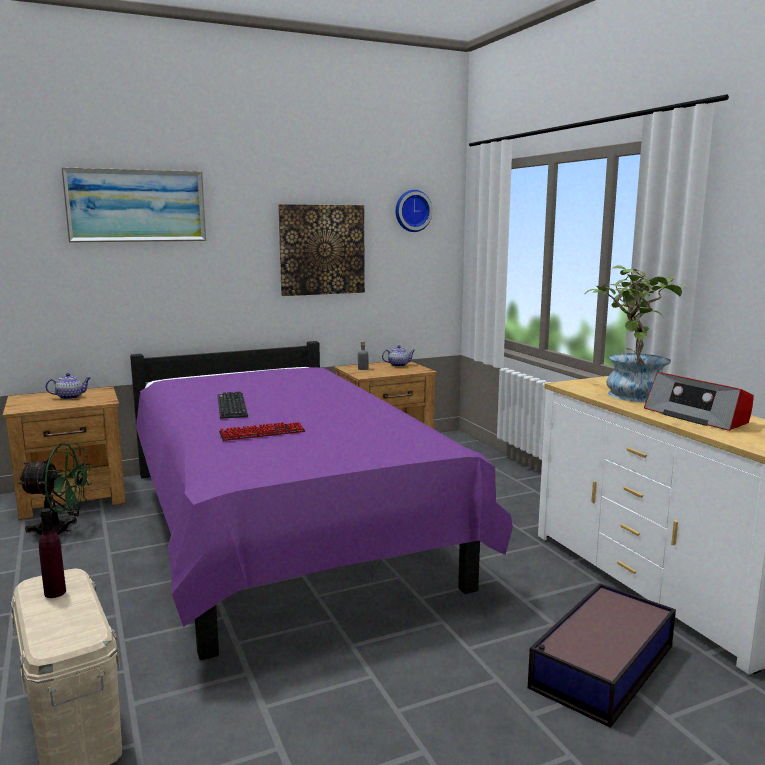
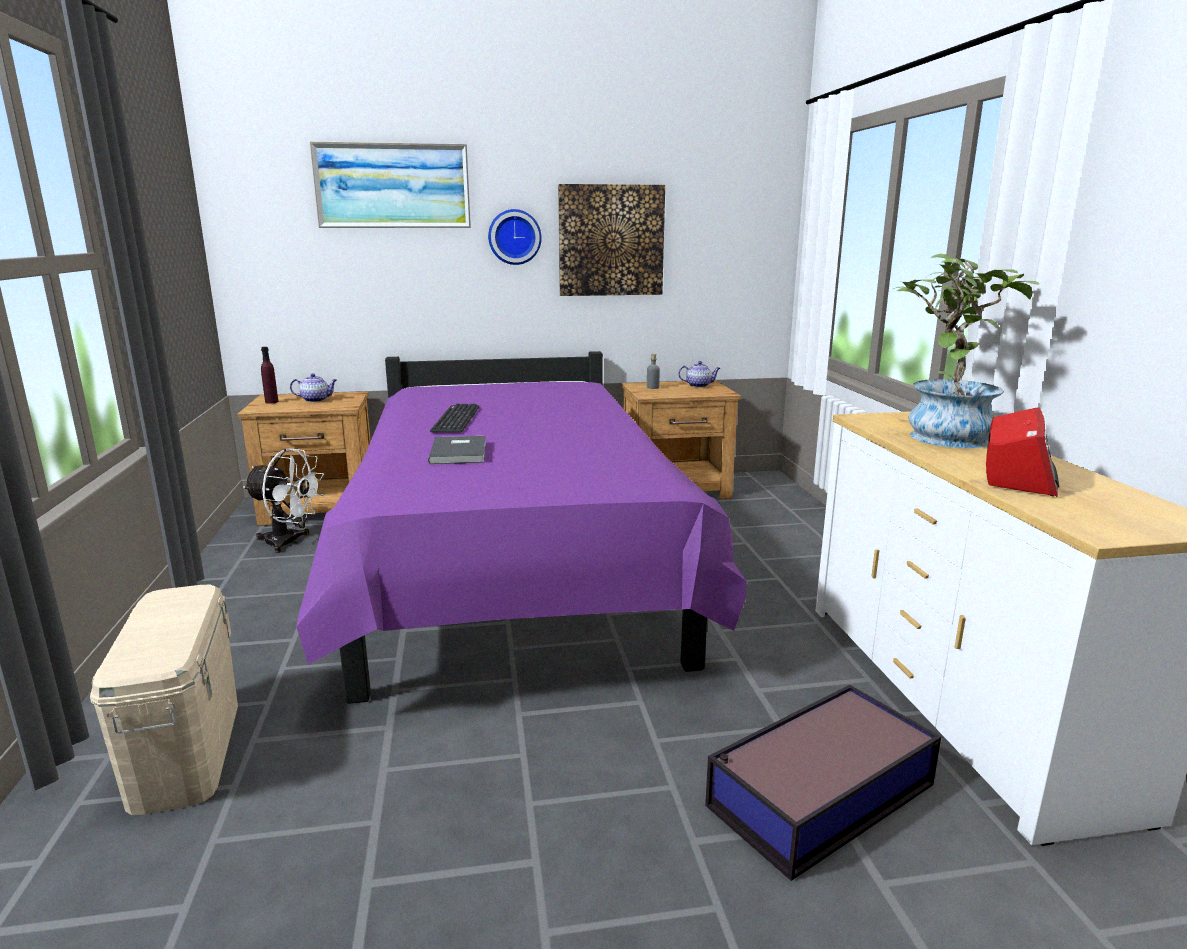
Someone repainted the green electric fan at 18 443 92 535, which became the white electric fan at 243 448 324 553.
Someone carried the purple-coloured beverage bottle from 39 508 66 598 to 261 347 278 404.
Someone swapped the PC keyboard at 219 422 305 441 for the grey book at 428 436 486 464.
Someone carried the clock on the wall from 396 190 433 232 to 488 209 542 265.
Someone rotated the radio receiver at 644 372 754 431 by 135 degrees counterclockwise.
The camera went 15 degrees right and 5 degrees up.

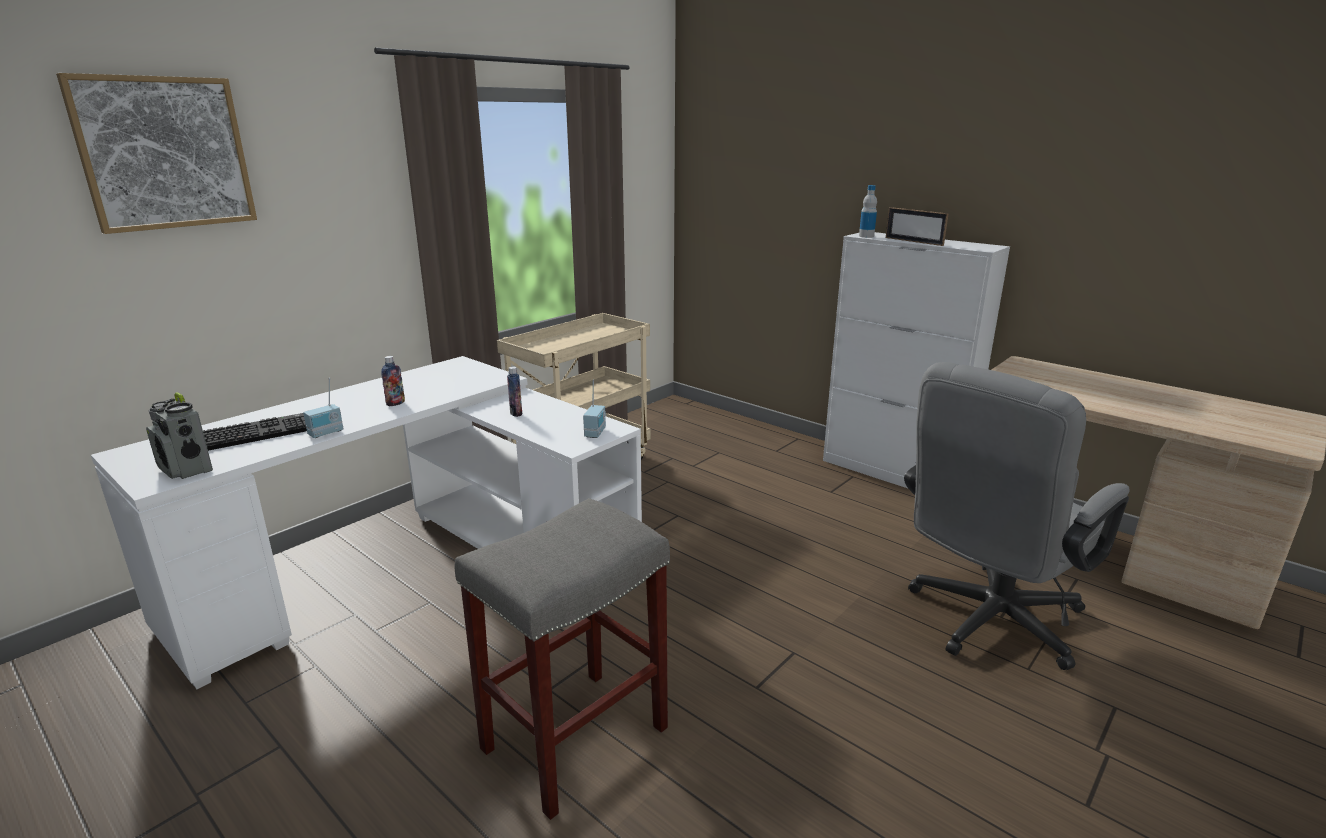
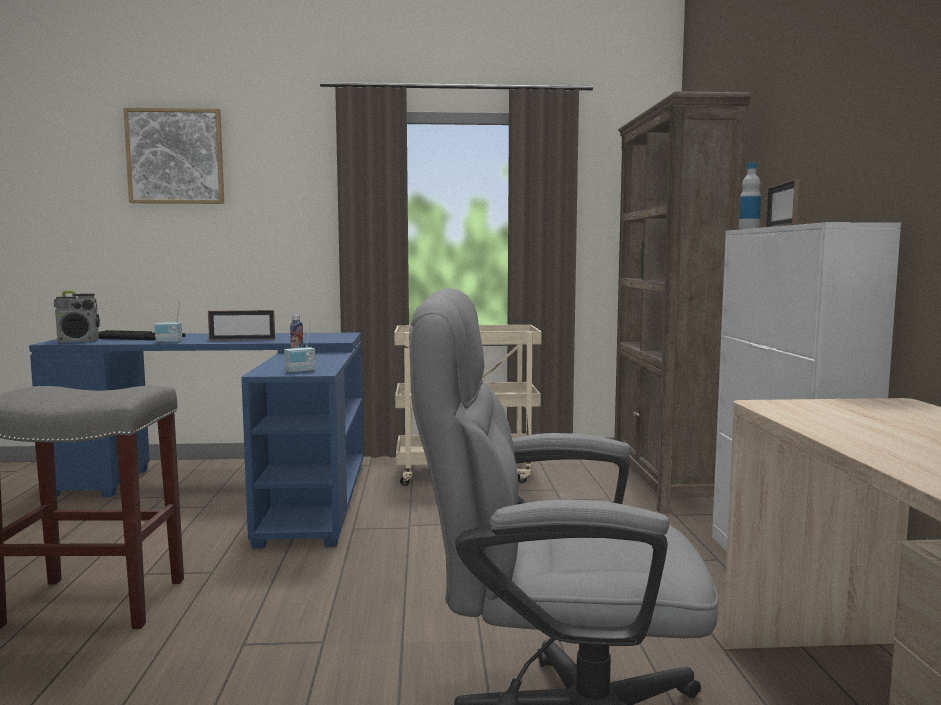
Someone repainted the white desk table at 91 356 642 689, which became the bluish desk table at 29 333 363 549.
Someone rotated the radio receiver at 146 392 213 479 by 105 degrees counterclockwise.
Someone swapped the beverage bottle at 381 356 405 406 for the picture frame at 208 310 275 341.
Someone put down the brown bookcase at 615 91 751 513.
The camera went 45 degrees right and 15 degrees down.

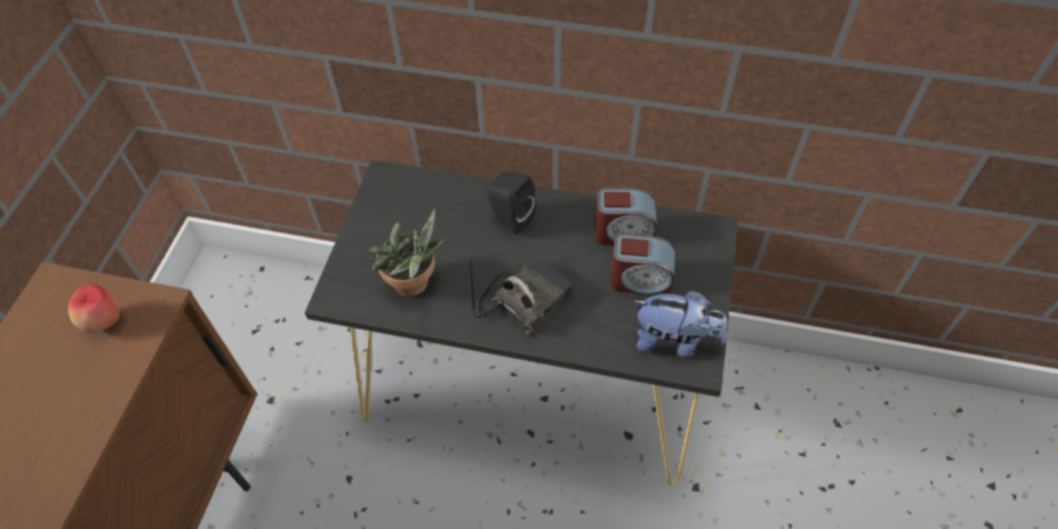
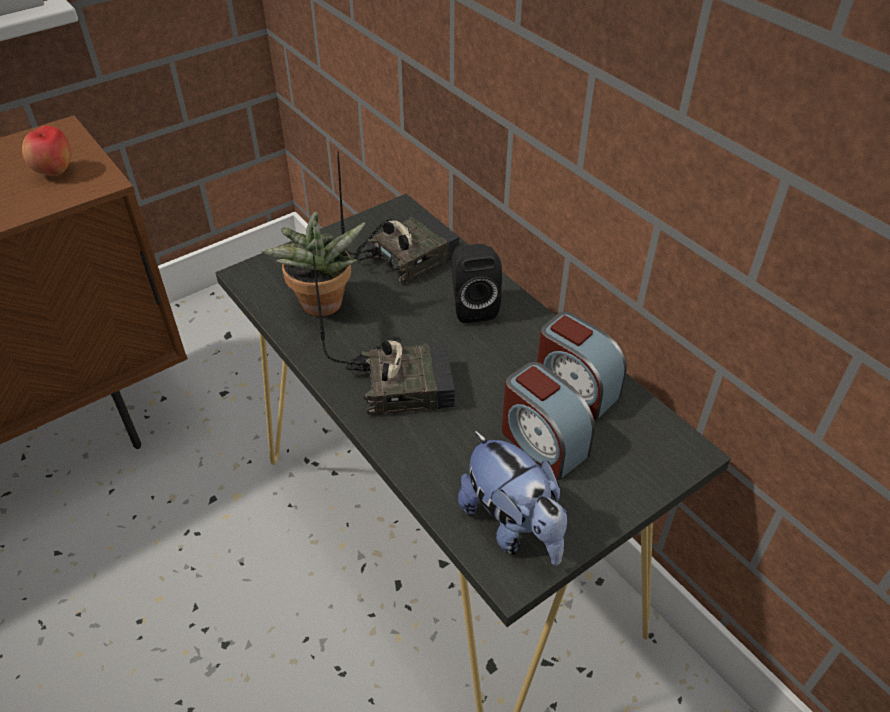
Someone put down the radio receiver at 338 152 460 283.
The camera went 40 degrees right and 10 degrees down.

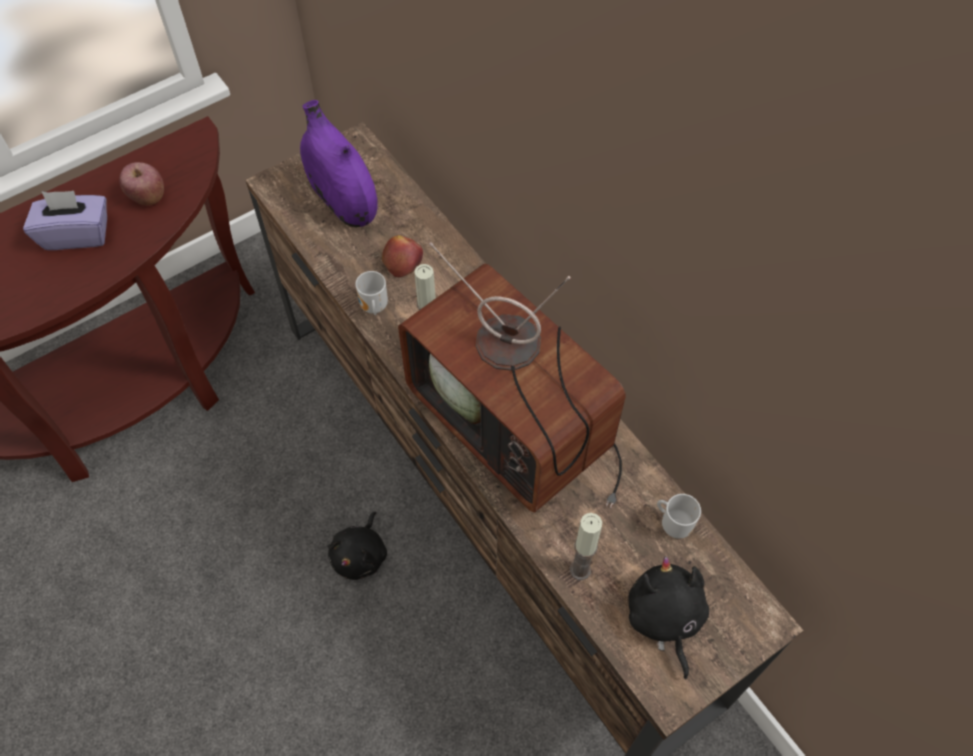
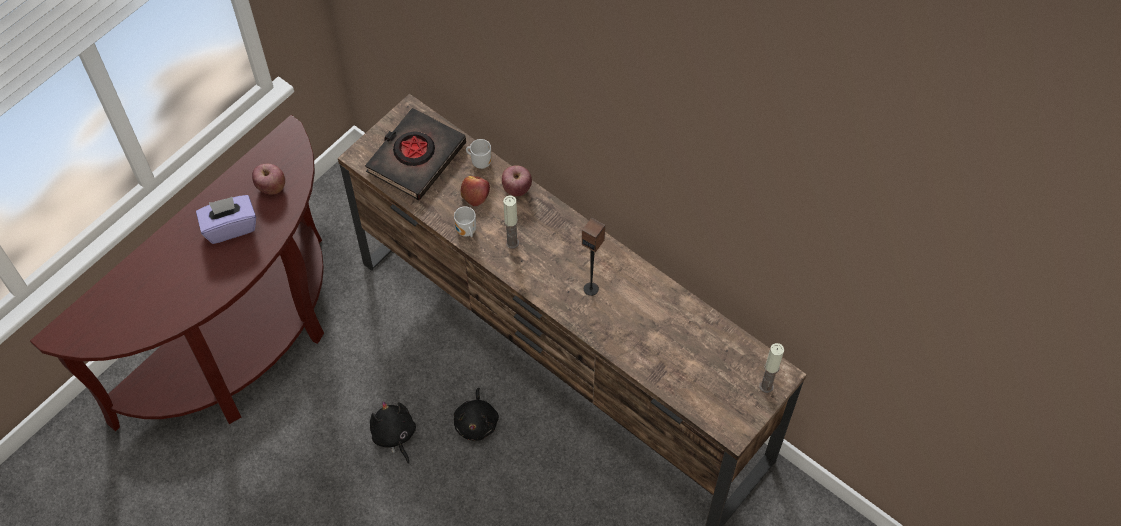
Someone swapped the purple-coloured decorative vase at 300 100 378 228 for the blackish book at 365 108 466 200.
Someone carried the blackish cuddly toy from 628 556 709 679 to 370 401 416 464.
Someone carried the tea mug from 657 494 701 539 to 466 139 492 169.
Someone put down the apple at 502 166 532 196.
Someone swapped the TV at 398 242 626 512 for the loudspeaker at 582 218 605 296.
Someone carried the wax candle from 570 513 602 580 to 759 343 784 393.
The camera went 15 degrees left and 0 degrees up.

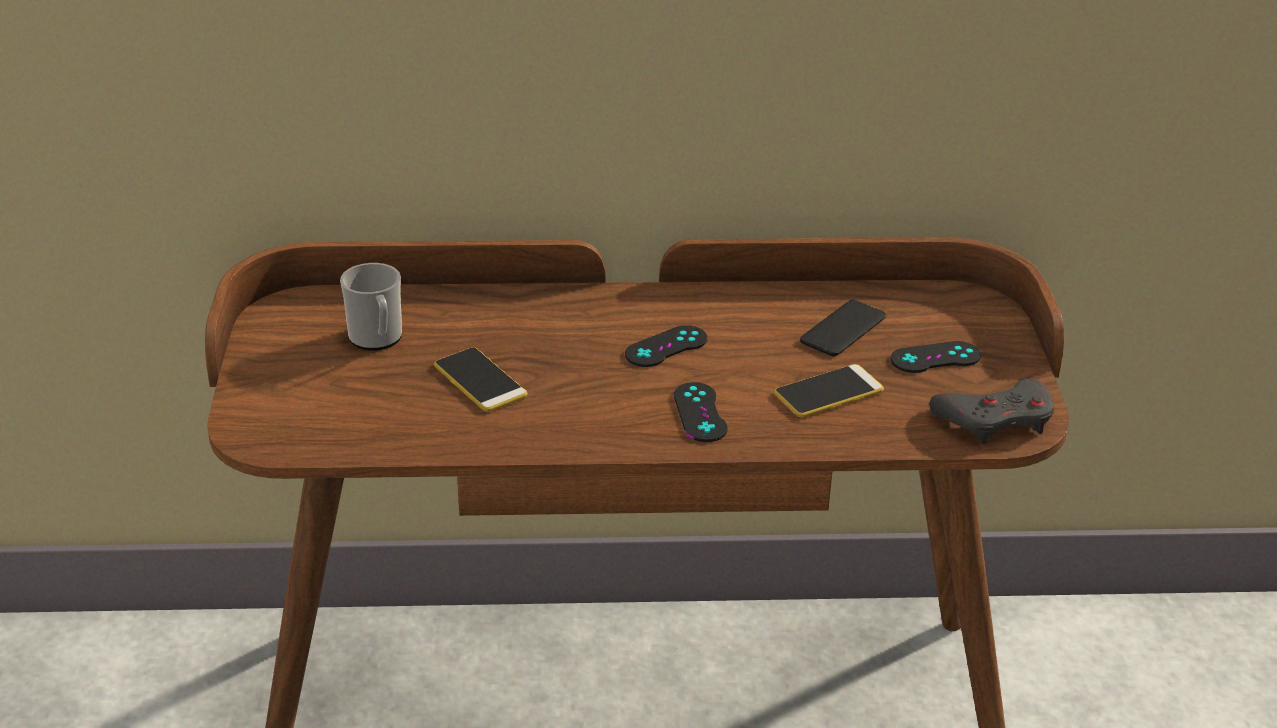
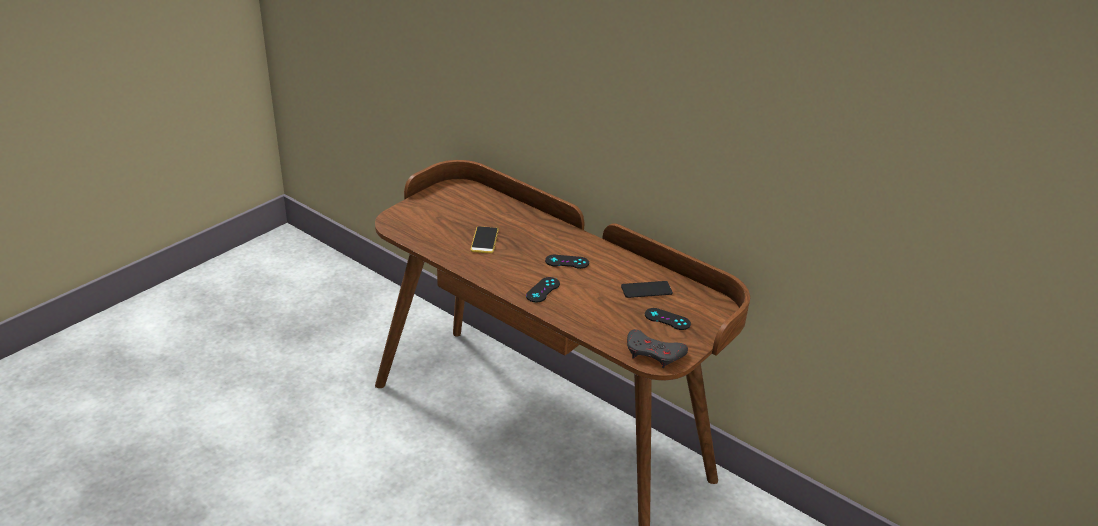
Someone took away the tea mug at 340 263 402 351.
Someone took away the phone at 774 364 884 418.
The camera went 40 degrees right and 0 degrees up.

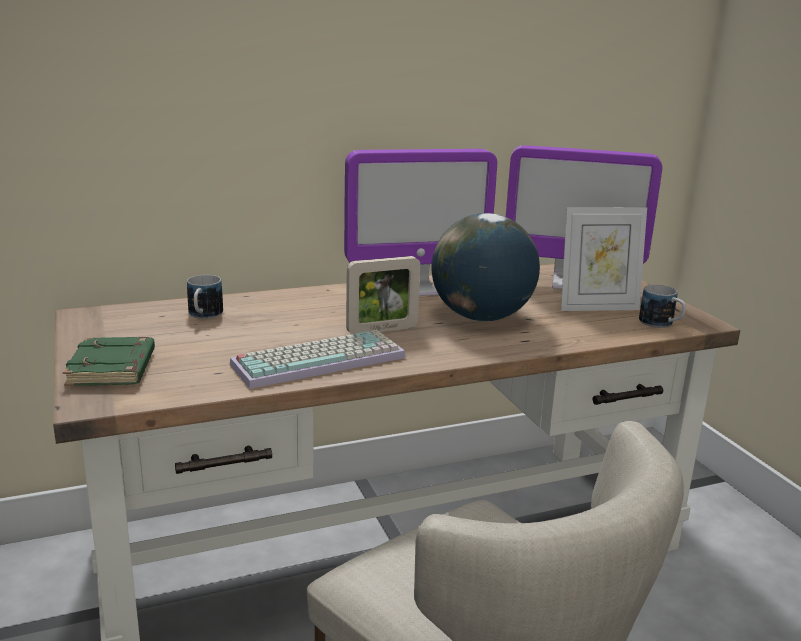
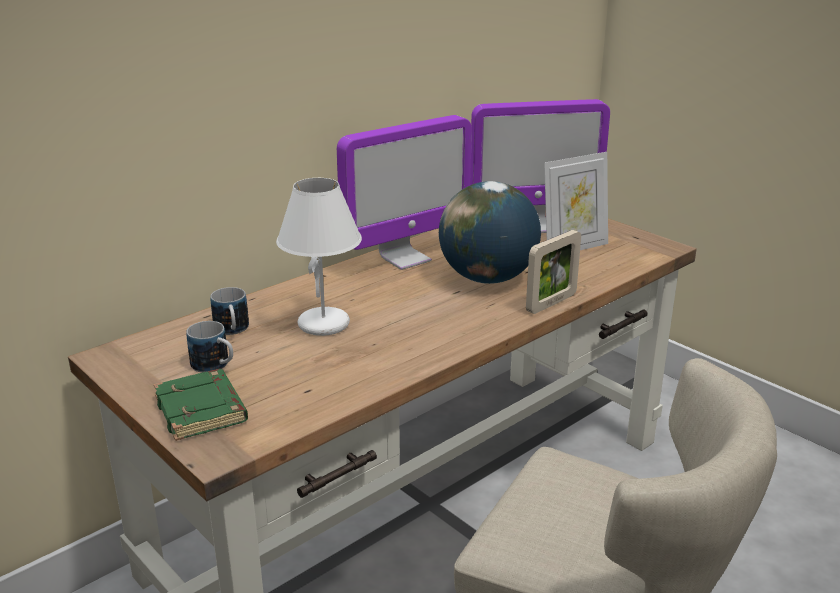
Someone carried the tea mug from 639 285 686 328 to 186 321 233 373.
Someone put down the white lamp for a table at 276 178 362 336.
Someone carried the picture frame from 346 256 420 335 to 526 230 581 314.
Someone took away the PC keyboard at 230 330 406 389.
The camera went 20 degrees left and 5 degrees up.

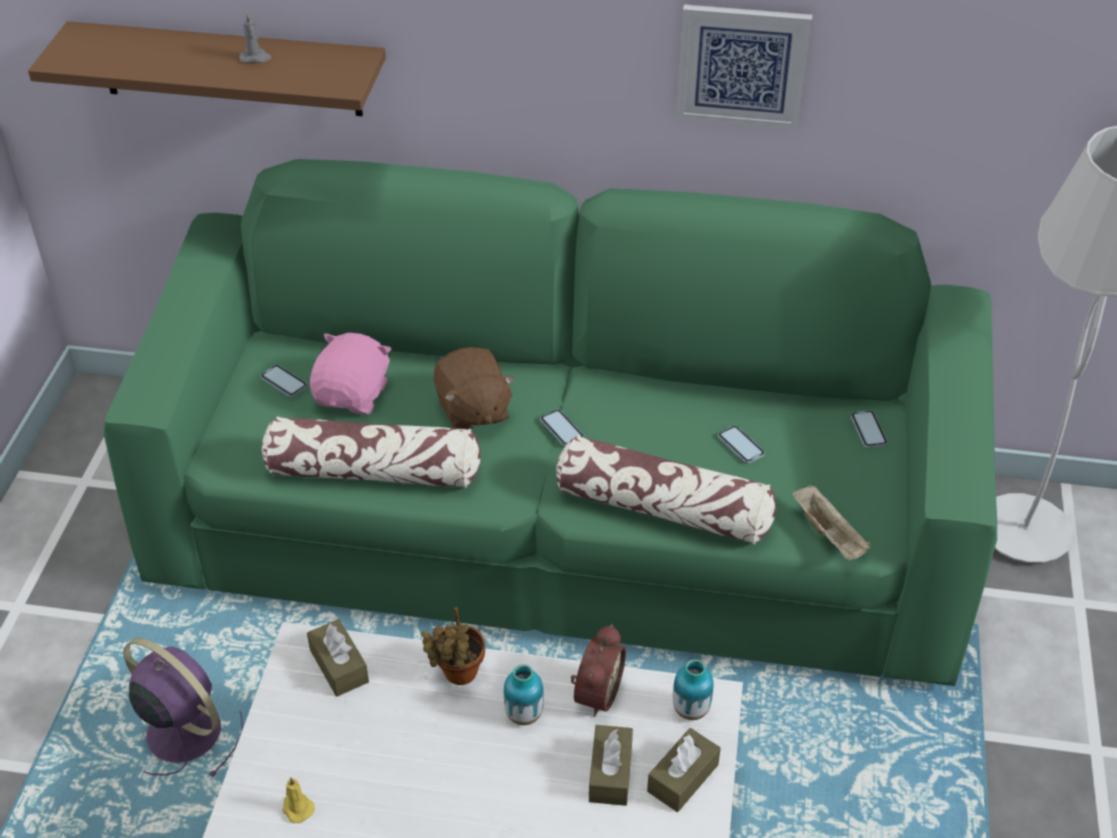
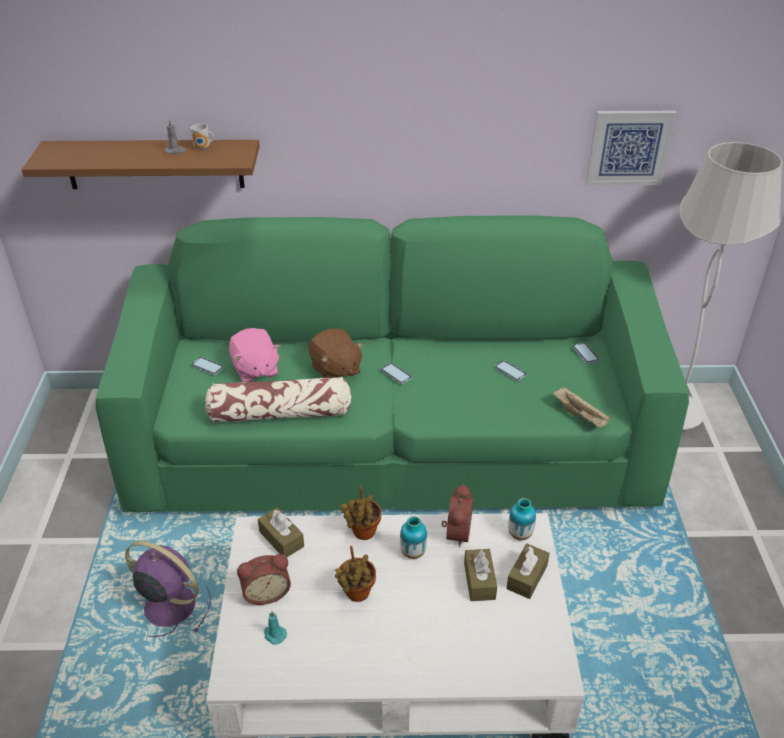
Someone put down the tea mug at 191 124 214 150.
Someone rotated the pinkish cuddly toy at 310 333 391 414 by 150 degrees clockwise.
Someone put down the alarm clock at 237 554 291 605.
Someone repainted the yellow wax candle at 282 777 315 823, which became the turquoise wax candle at 264 611 287 645.
Someone put down the potted plant at 335 546 376 602.
Someone carried the wall picture from 676 5 812 130 to 586 111 677 186.
Someone took away the pillow at 556 435 776 544.
The camera went 10 degrees left and 5 degrees down.

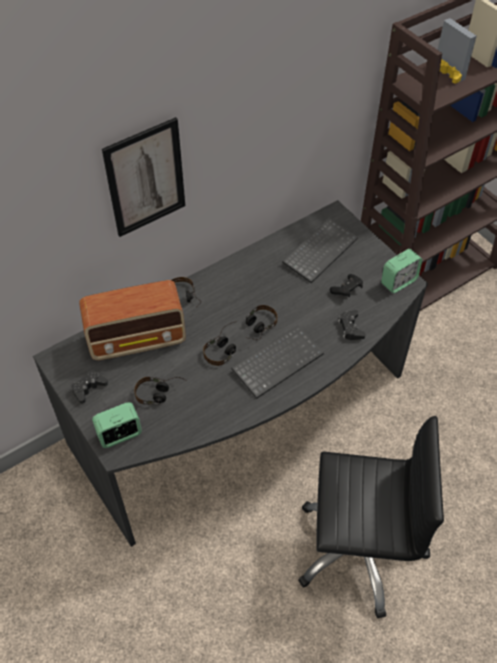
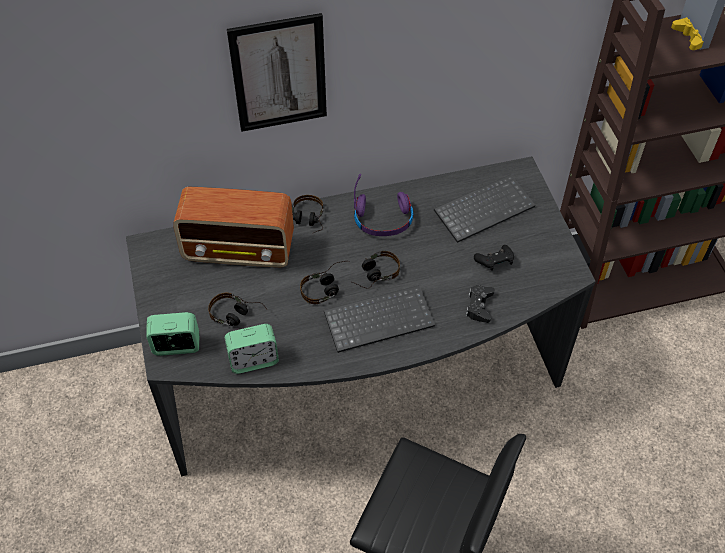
Someone carried the alarm clock from 381 249 423 293 to 225 324 279 374.
Someone put down the purple-coloured pair of headphones at 354 174 413 236.
Someone took away the blackish game controller at 71 370 108 404.
The camera went 20 degrees right and 0 degrees up.

